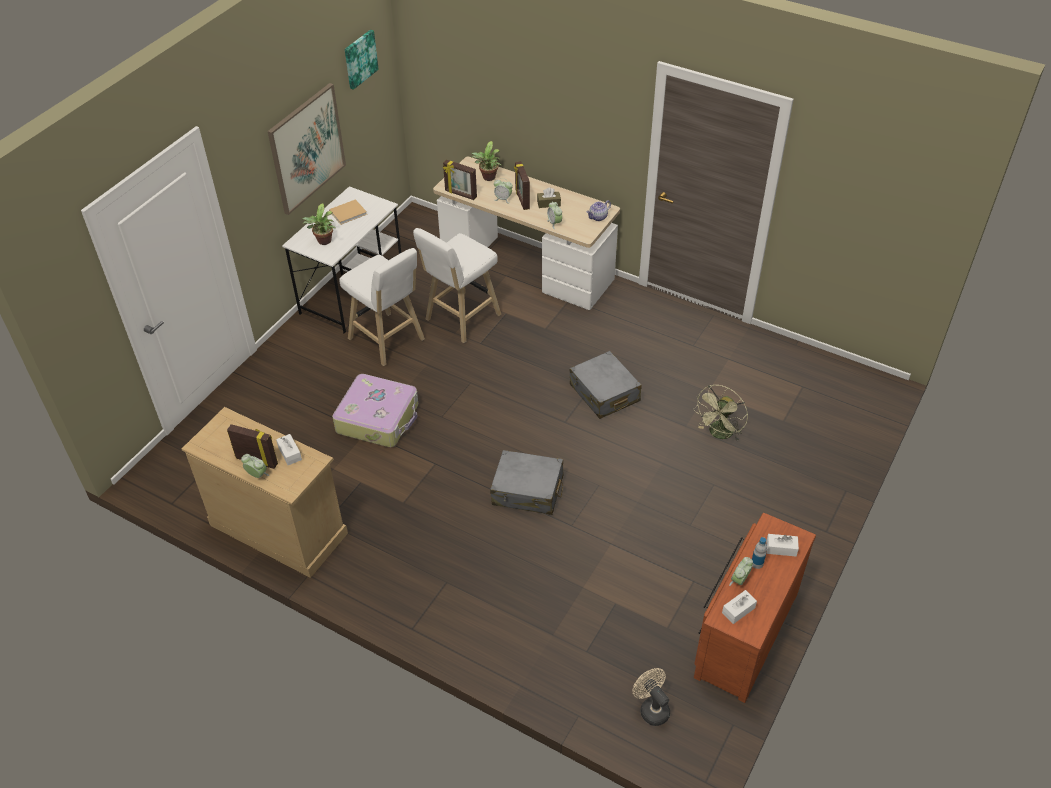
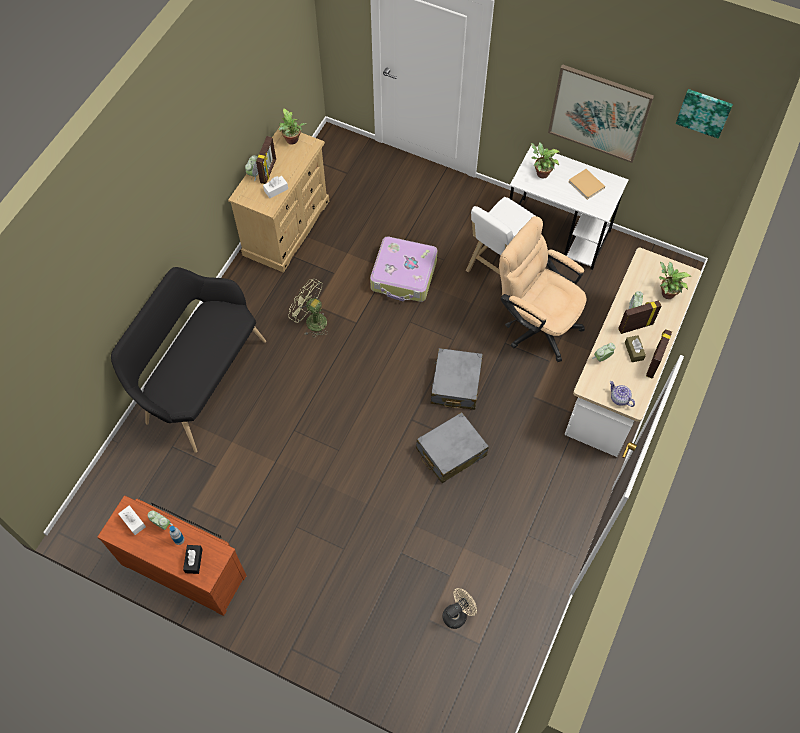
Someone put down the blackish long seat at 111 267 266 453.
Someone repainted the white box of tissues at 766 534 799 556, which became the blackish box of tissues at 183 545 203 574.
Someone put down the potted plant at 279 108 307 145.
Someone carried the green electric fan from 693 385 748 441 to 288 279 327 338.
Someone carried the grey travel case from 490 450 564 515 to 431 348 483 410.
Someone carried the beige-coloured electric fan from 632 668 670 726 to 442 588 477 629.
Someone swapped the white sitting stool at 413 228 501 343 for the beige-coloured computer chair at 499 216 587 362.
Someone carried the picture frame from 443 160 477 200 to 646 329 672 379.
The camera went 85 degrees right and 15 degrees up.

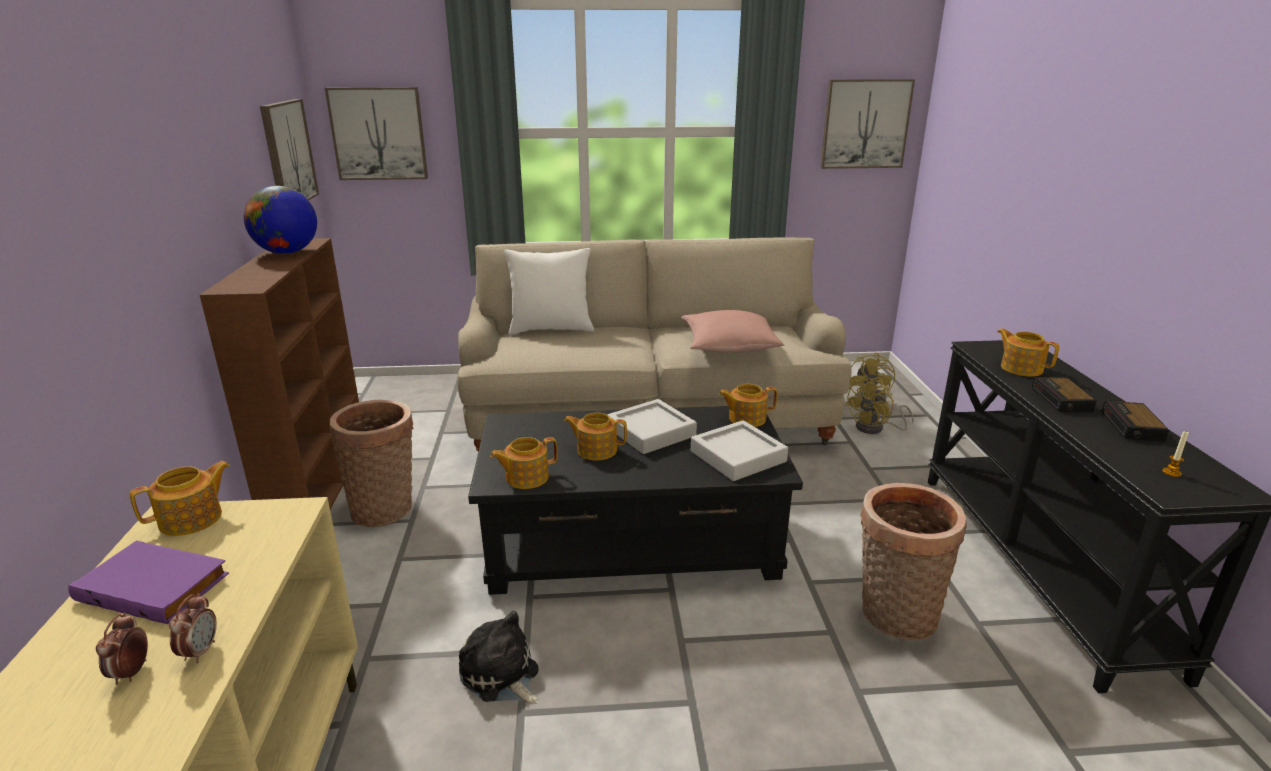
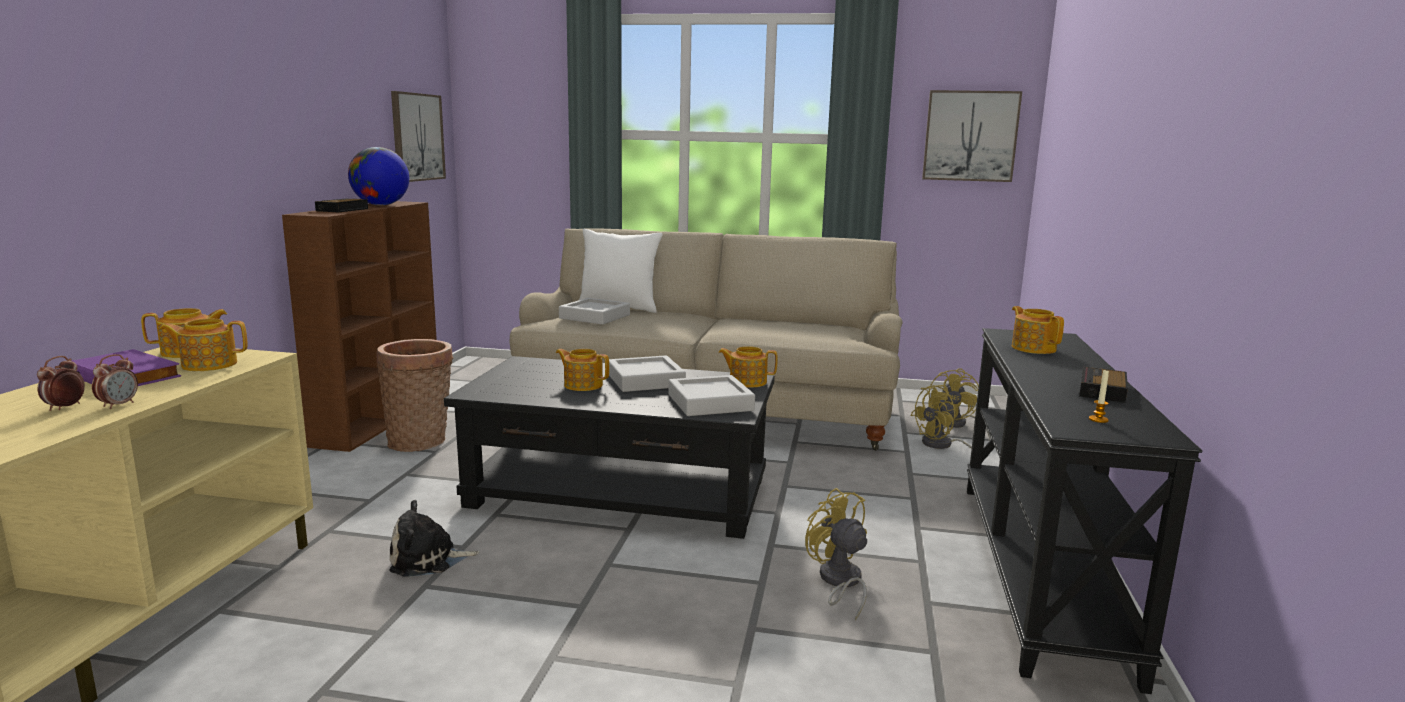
Someone carried the teapot from 490 437 558 489 to 160 319 248 371.
Someone carried the alarm clock from 1032 377 1097 412 to 315 199 368 212.
Someone rotated the cuddly toy at 459 611 538 704 by 75 degrees counterclockwise.
Someone put down the grey carrying tray at 559 298 630 325.
Someone swapped the household basket at 860 483 967 640 for the yellow electric fan at 805 488 867 621.
Someone took away the wall picture at 325 87 428 180.
Someone took away the pinkish pillow at 681 310 785 353.
The camera went 15 degrees right and 10 degrees down.

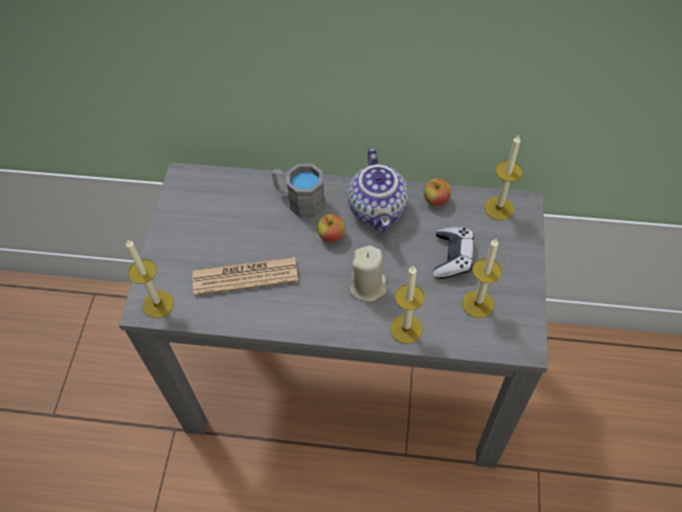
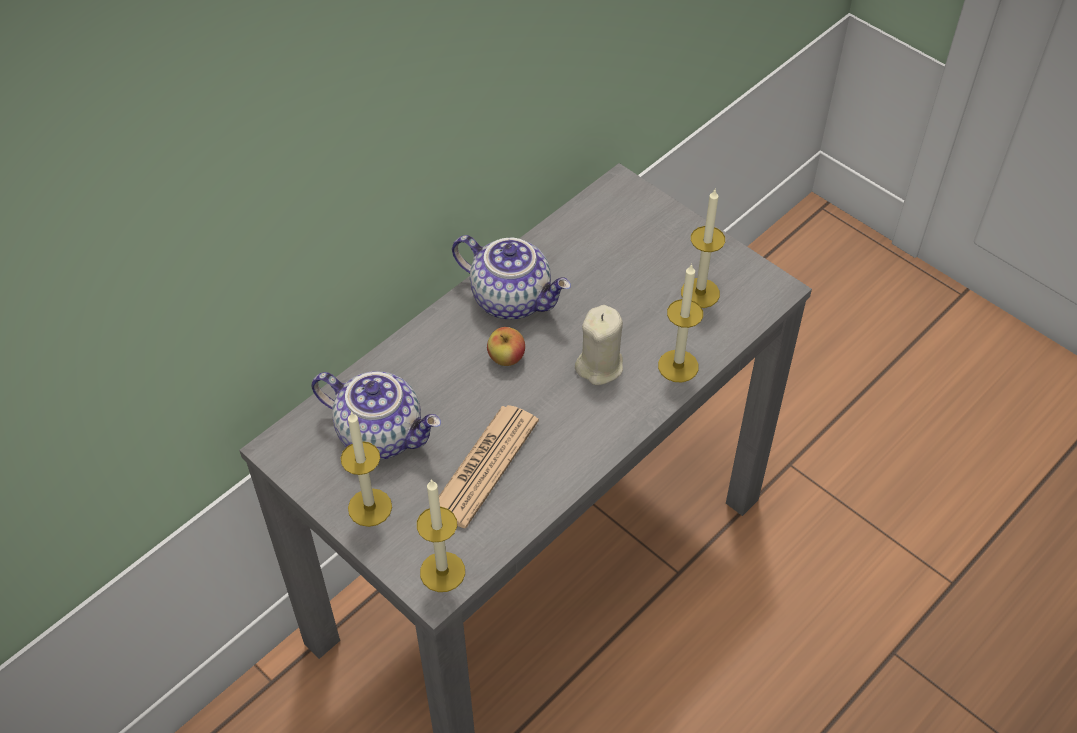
Someone put down the teapot at 311 371 441 460.
Someone carried the wax candle from 485 134 523 220 to 341 411 392 527.
Someone took away the grey tea mug at 272 163 325 218.
Someone took away the apple at 424 178 451 206.
Someone took away the game controller at 433 227 474 279.
The camera went 55 degrees left and 5 degrees down.

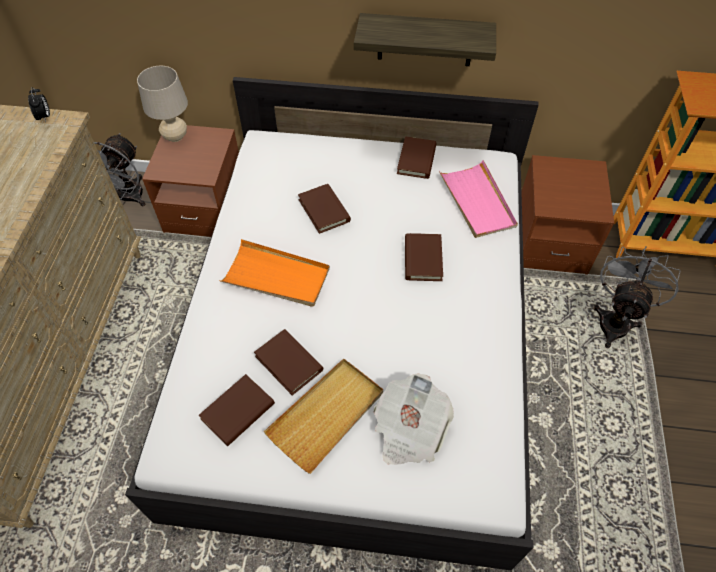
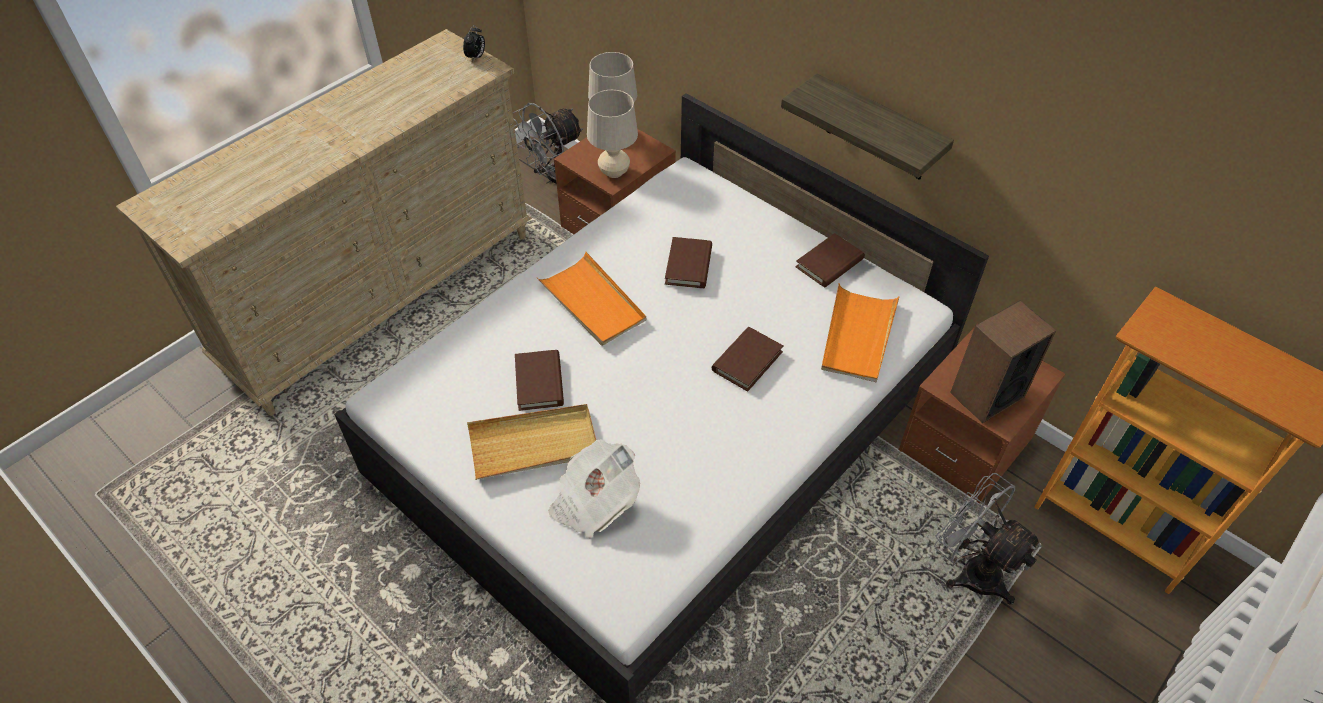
Someone put down the beige-coloured lamp for a table at 587 90 638 178.
Someone repainted the pinkish carrying tray at 439 160 518 238, which became the orange carrying tray at 821 283 900 382.
Someone rotated the grey electric fan at 593 246 681 348 by 105 degrees counterclockwise.
Someone put down the loudspeaker at 950 301 1056 423.
Someone took away the brown book at 199 374 275 446.
The camera went 35 degrees right and 5 degrees down.

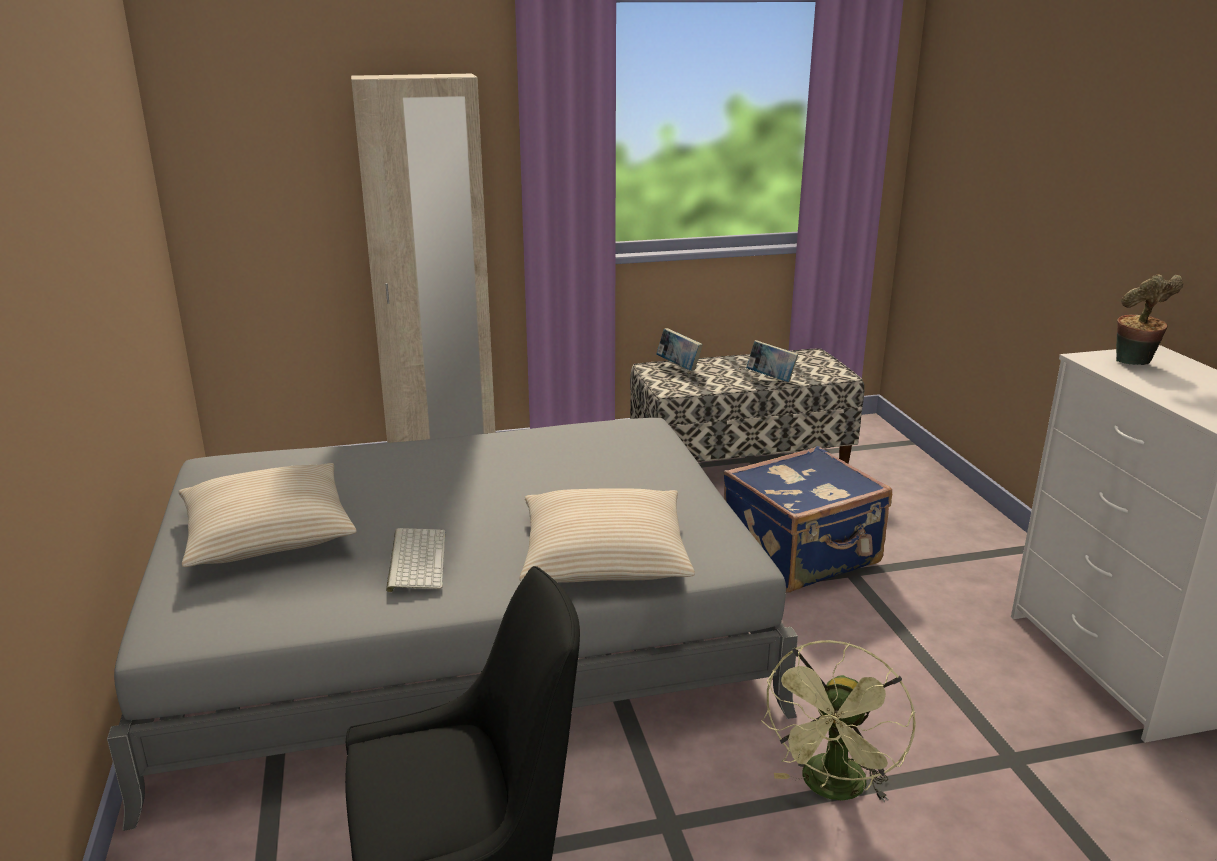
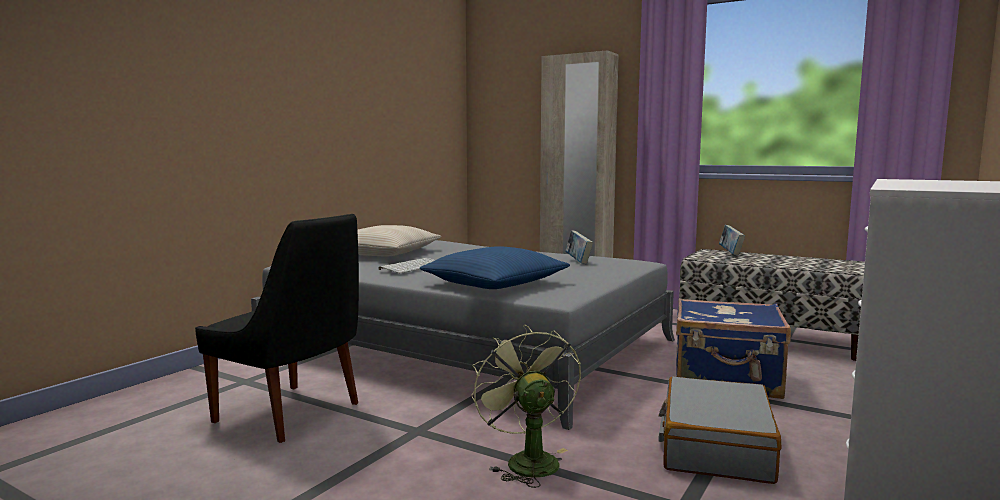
Someone repainted the beige-coloured pillow at 519 488 695 583, which became the bluish pillow at 420 246 570 289.
Someone rotated the green electric fan at 761 640 916 802 by 90 degrees clockwise.
Someone carried the book from 746 340 798 382 to 565 230 593 264.
Someone put down the grey travel case at 658 377 781 484.
Someone took away the potted plant at 1116 274 1183 365.
The camera went 45 degrees right and 15 degrees down.

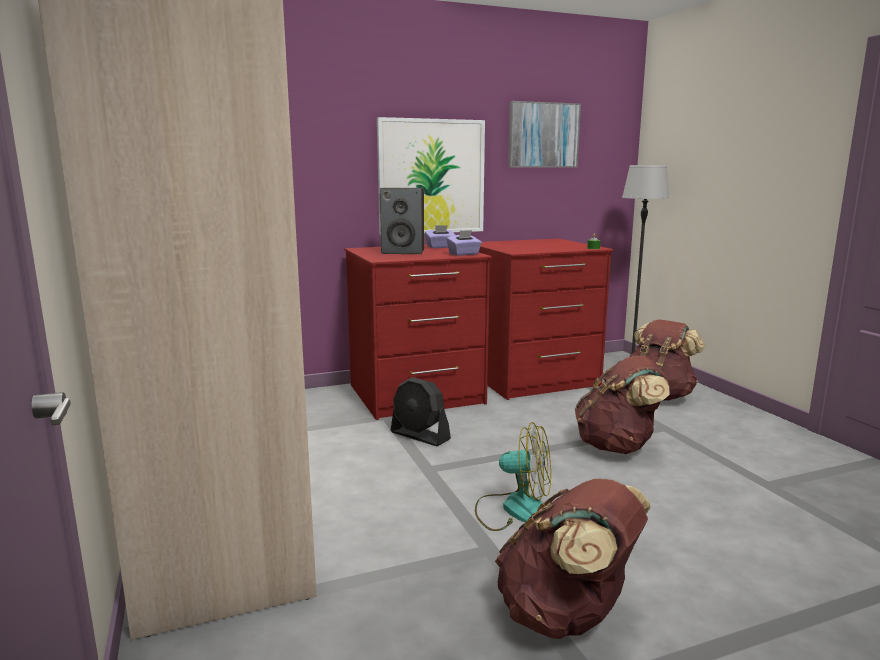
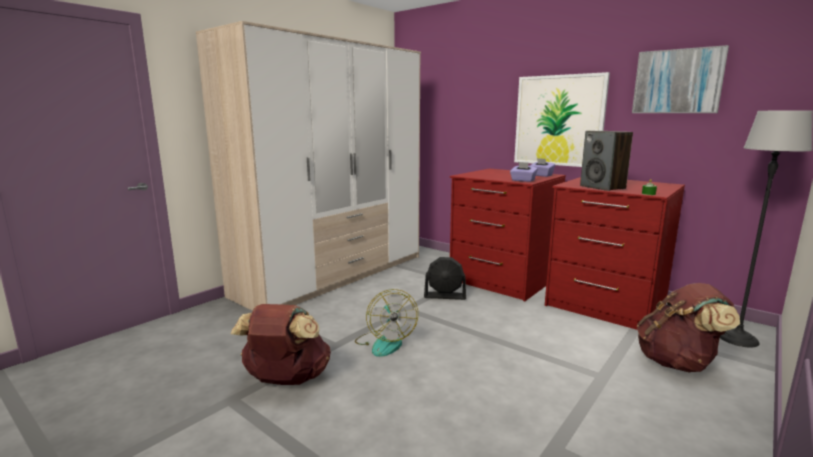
Someone rotated the blackish electric fan at 391 377 451 446 by 90 degrees counterclockwise.
Someone carried the loudspeaker from 380 188 424 254 to 580 131 633 191.
Someone took away the brown rucksack at 575 356 670 454.
The camera went 60 degrees right and 0 degrees up.

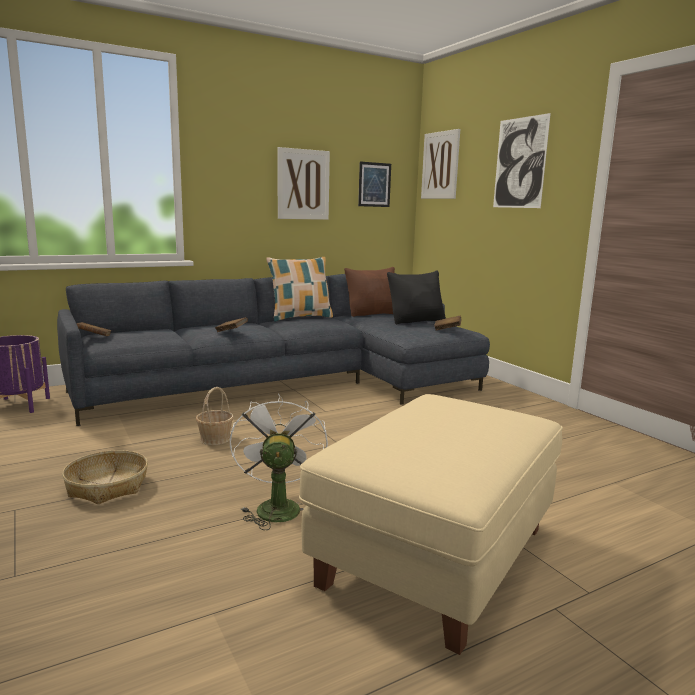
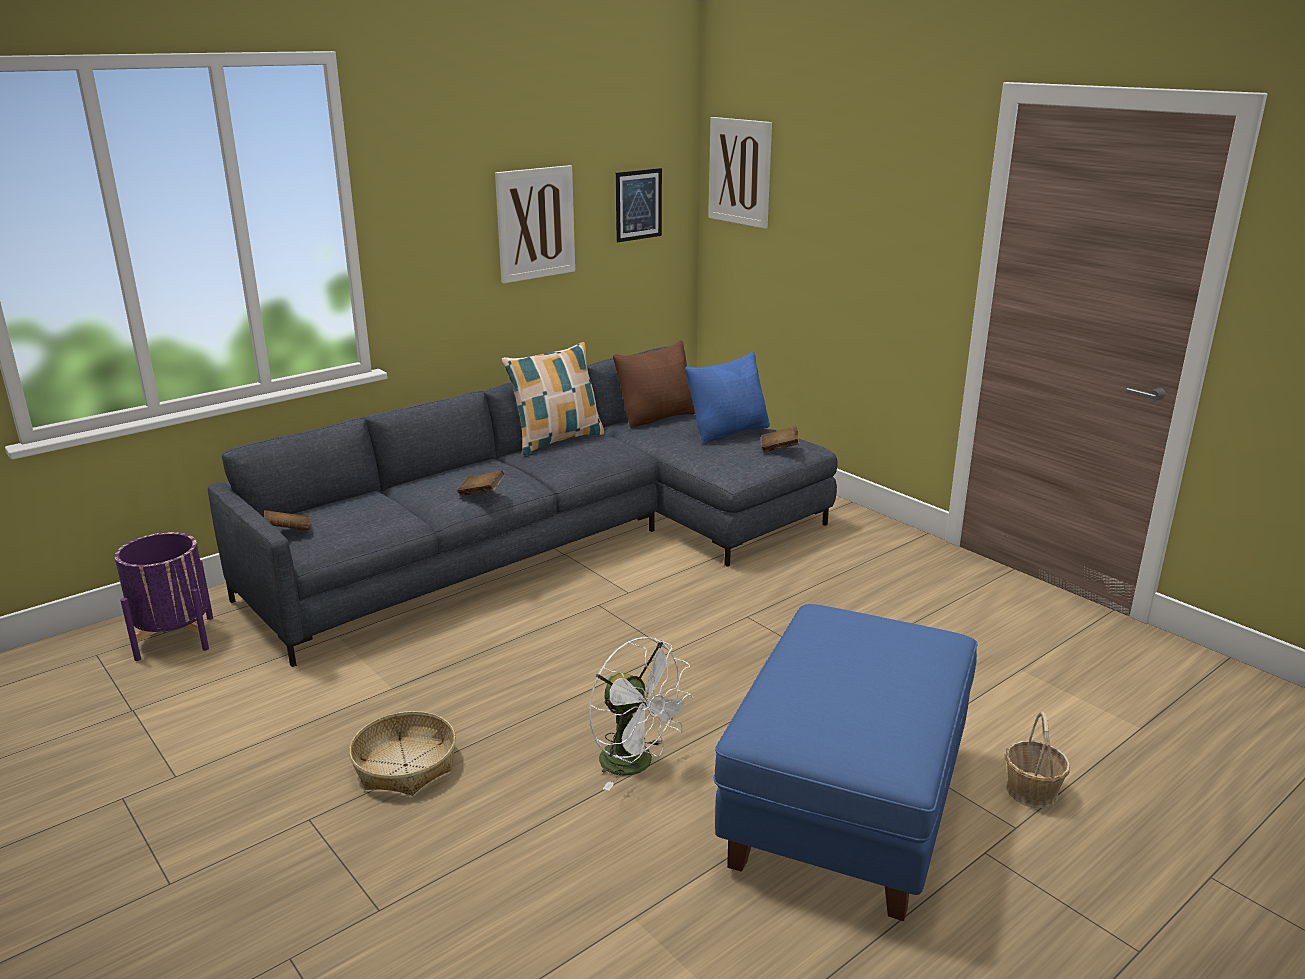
Someone rotated the white electric fan at 230 393 328 530 by 150 degrees clockwise.
Someone repainted the blackish pillow at 387 271 446 324, which became the bluish pillow at 685 351 770 444.
Someone repainted the beige-coloured ottoman at 299 394 563 655, which became the bluish ottoman at 714 604 977 921.
Someone carried the household basket from 196 387 233 445 to 1005 711 1070 808.
Someone took away the wall picture at 493 113 551 208.
The camera went 10 degrees left and 10 degrees up.

